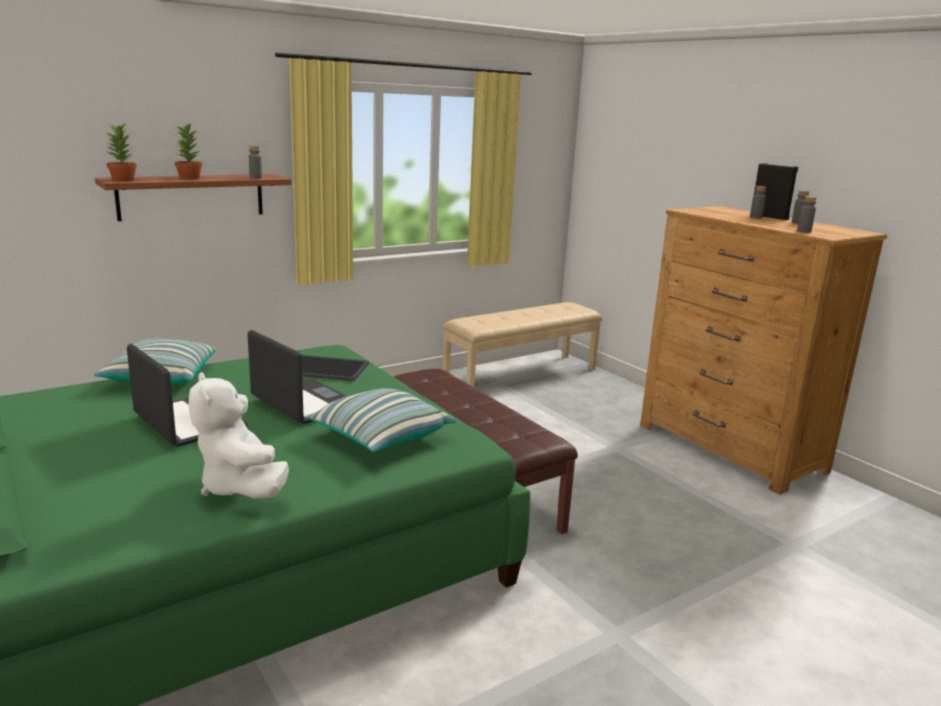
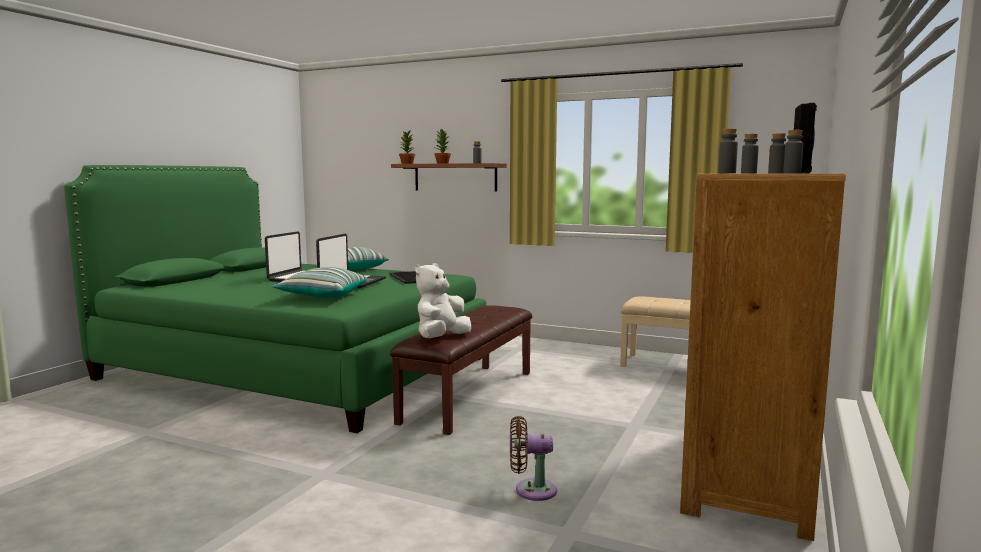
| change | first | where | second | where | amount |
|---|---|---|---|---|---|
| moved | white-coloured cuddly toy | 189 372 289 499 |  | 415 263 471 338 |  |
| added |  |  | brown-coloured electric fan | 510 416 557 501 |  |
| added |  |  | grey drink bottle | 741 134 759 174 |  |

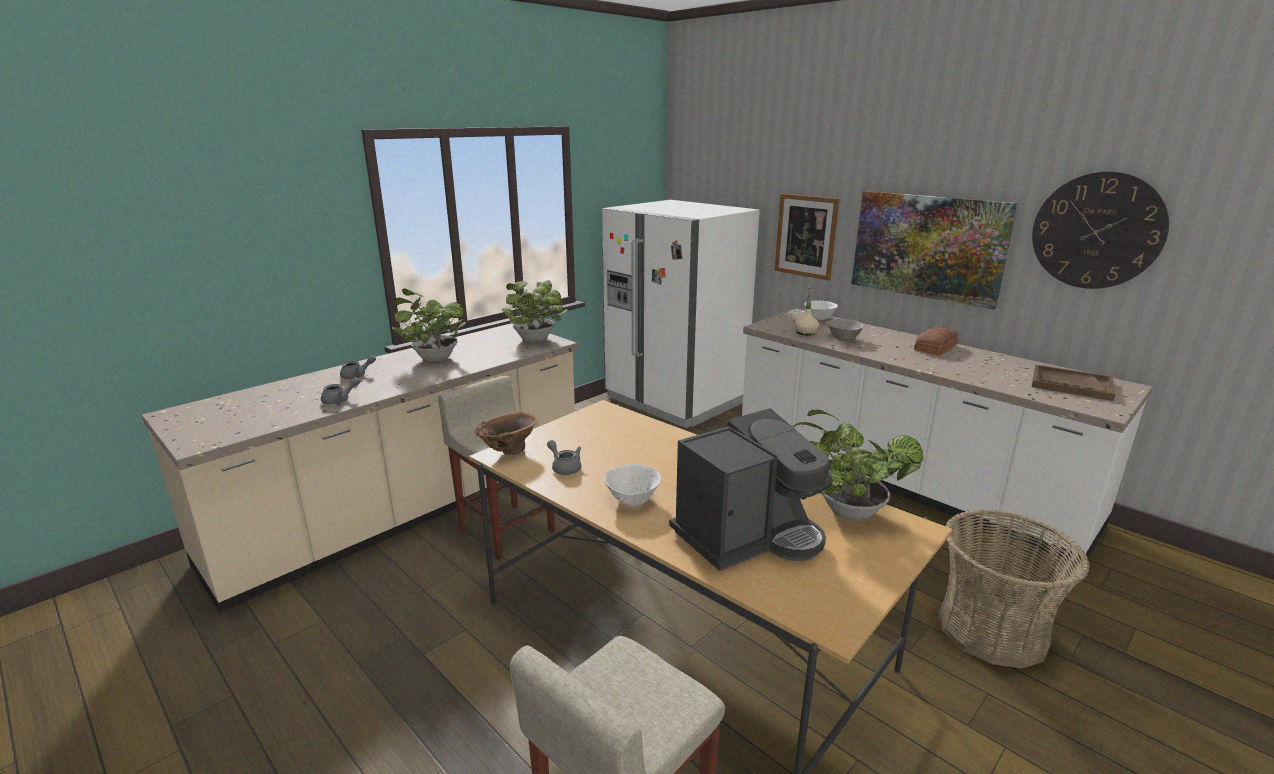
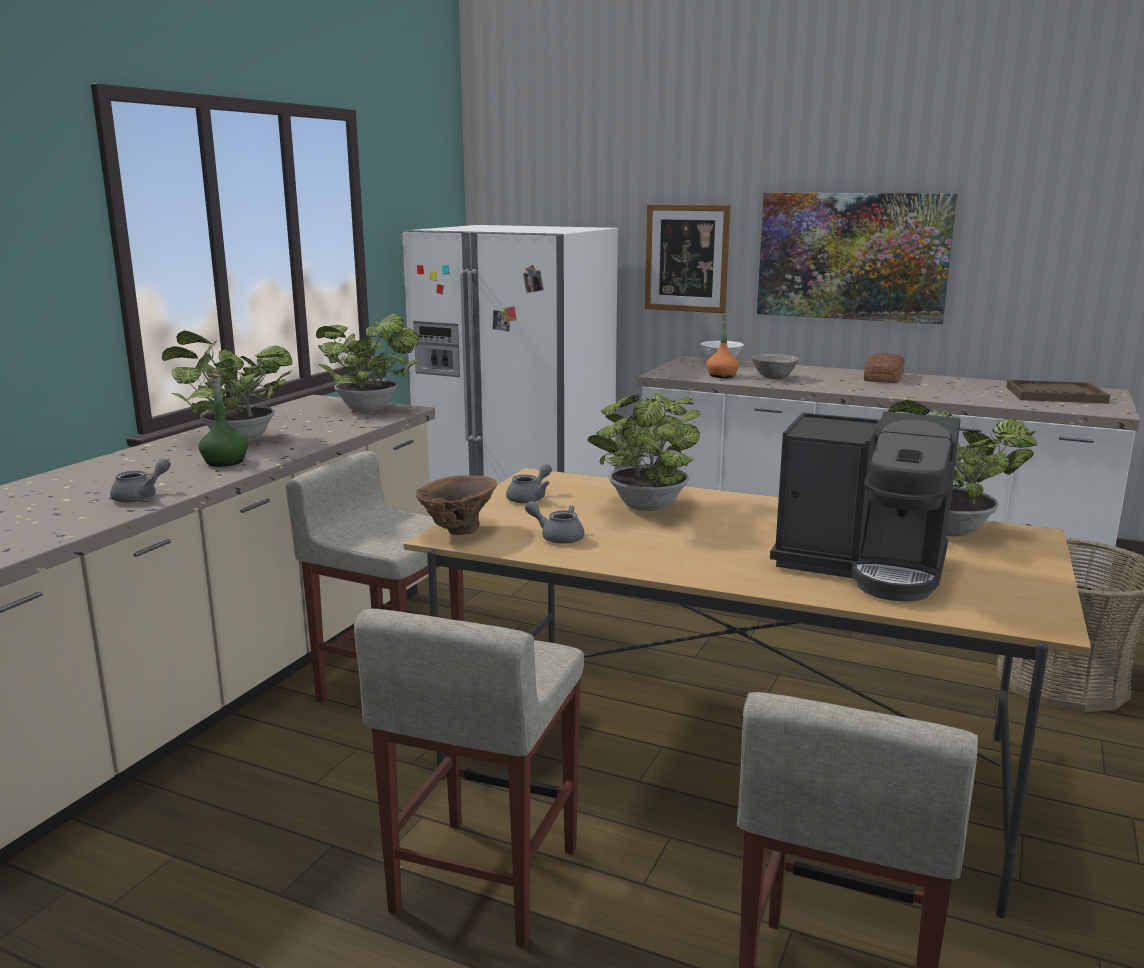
| change | first | where | second | where | amount |
|---|---|---|---|---|---|
| moved | grey pot for tea | 340 355 376 379 |  | 506 464 552 503 |  |
| removed | white-coloured serving bowl | 604 464 661 506 |  |  |  |
| turned | coffee maker | 669 408 832 571 |  | 770 411 961 602 | 75 degrees clockwise |
| recoloured | sand-coloured drink bottle | 794 287 819 335 | orange drink bottle | 706 314 739 378 |  |
| removed | clock on the wall | 1032 171 1169 289 |  |  |  |
| added |  |  | green-coloured drink bottle | 199 374 248 467 |  |
| added |  |  | sand-coloured sitting stool | 354 609 584 947 |  |
| added |  |  | houseplant | 588 393 700 511 |  |

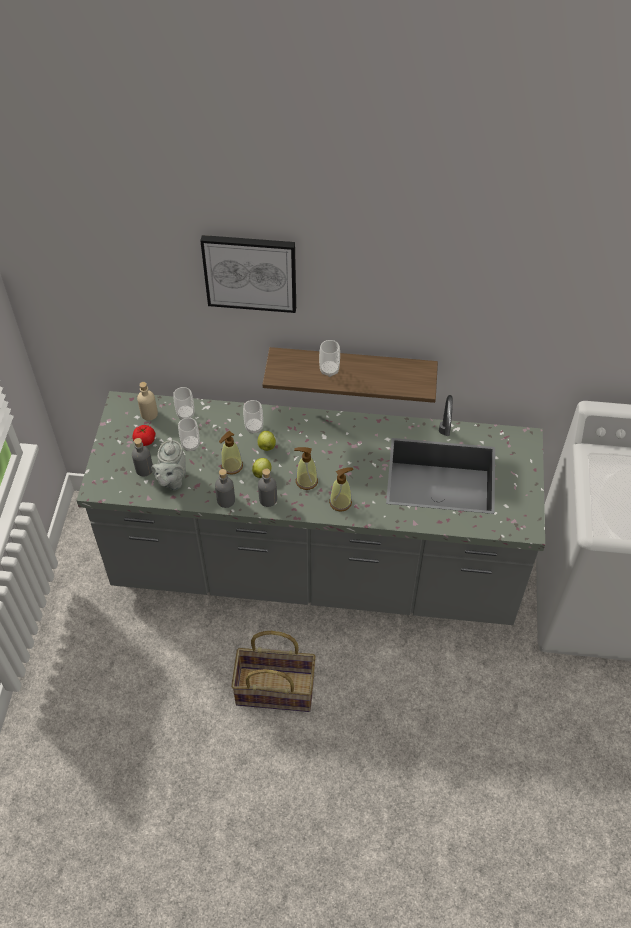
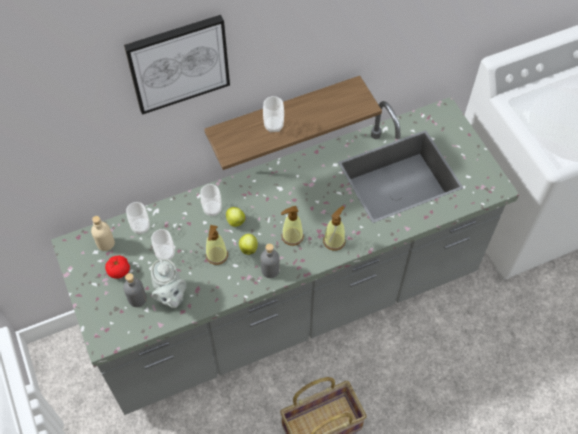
| change | first | where | second | where | amount |
|---|---|---|---|---|---|
| removed | grey drink bottle | 215 469 235 508 |  |  |  |

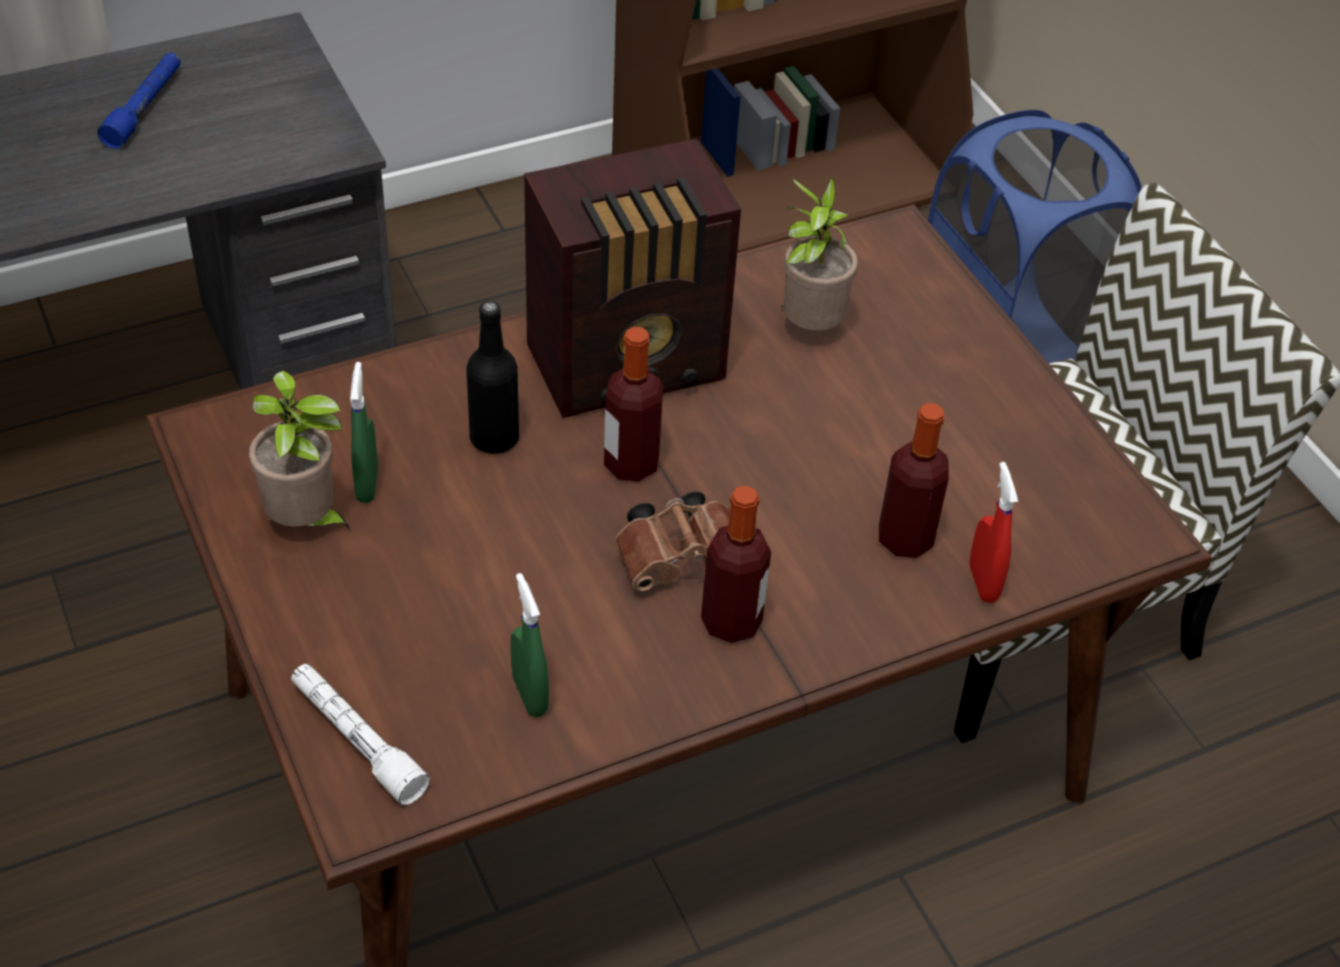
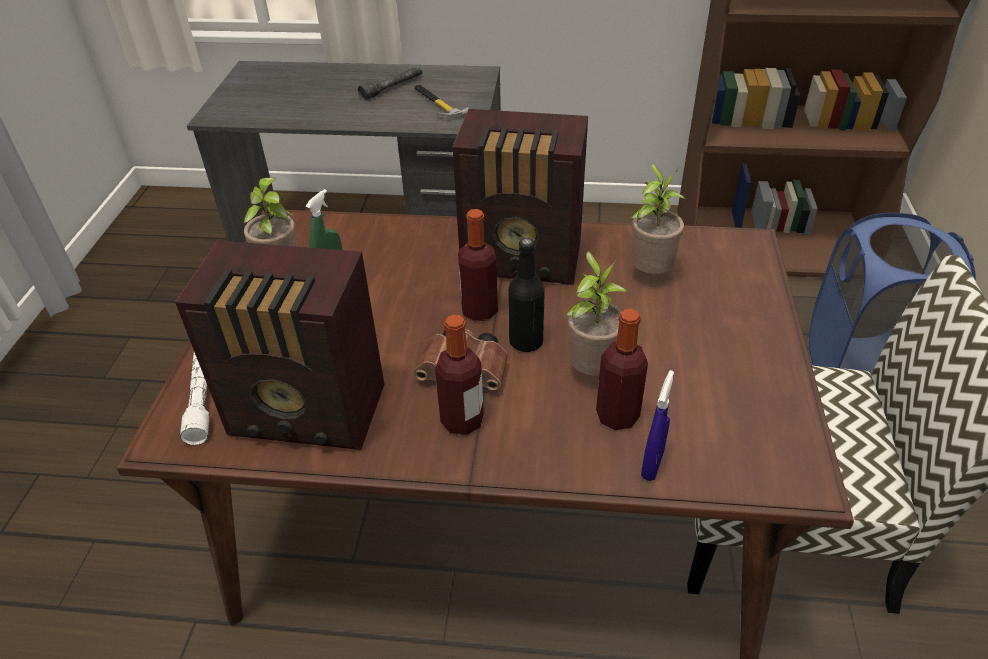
| change | first | where | second | where | amount |
|---|---|---|---|---|---|
| recoloured | blue-coloured hand torch | 97 53 181 149 | grey hand torch | 358 66 422 101 |  |
| moved | blackish drink bottle | 466 301 519 454 |  | 508 238 545 352 |  |
| replaced | green-coloured hand sprayer | 510 573 549 717 | radio set | 175 241 385 450 |  |
| recoloured | reddish hand sprayer | 969 462 1018 603 | blue-coloured hand sprayer | 641 370 674 481 |  |
| added |  |  | hand hammer | 414 84 470 120 |  |
| added |  |  | houseplant | 566 252 627 376 |  |

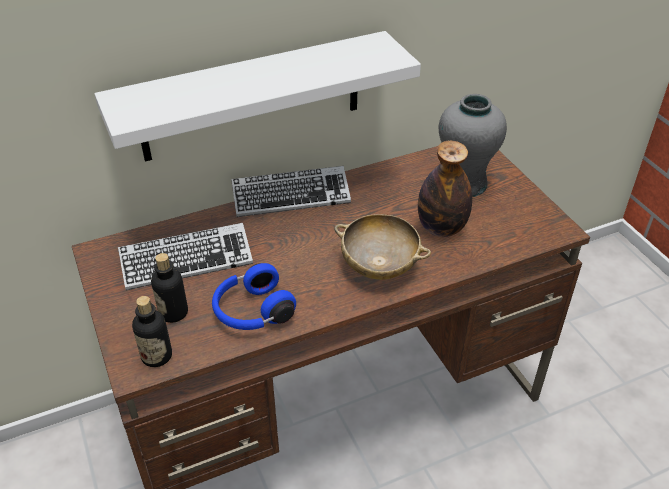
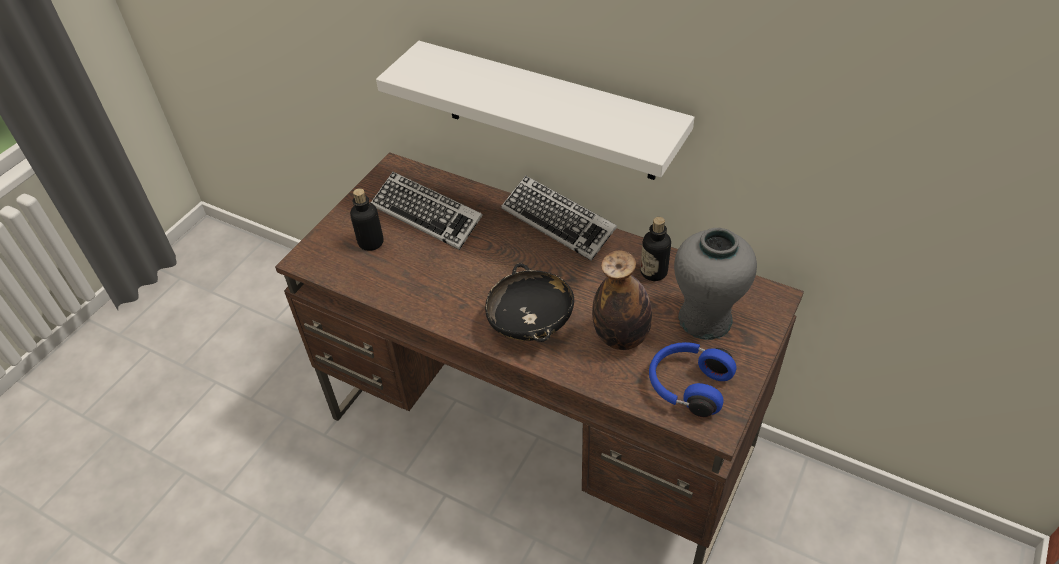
| change | first | where | second | where | amount |
|---|---|---|---|---|---|
| moved | drink bottle | 132 296 172 367 |  | 640 217 671 281 |  |
| moved | blue-coloured headphones | 212 263 296 330 |  | 649 342 736 417 |  |
| recoloured | sand-coloured serving bowl | 334 214 431 280 | blackish serving bowl | 485 263 574 342 |  |

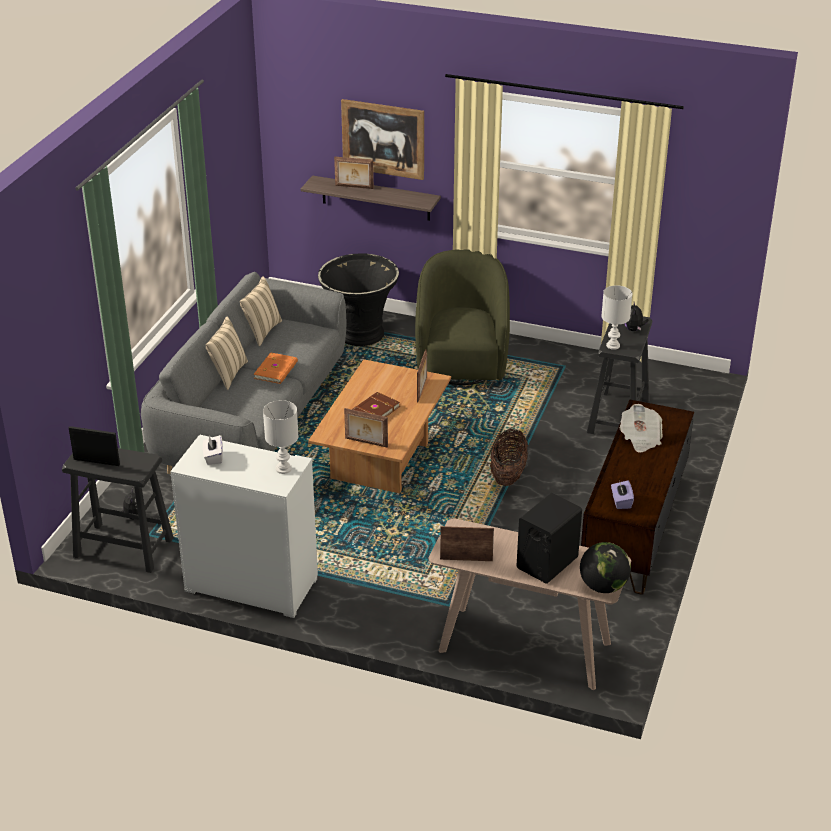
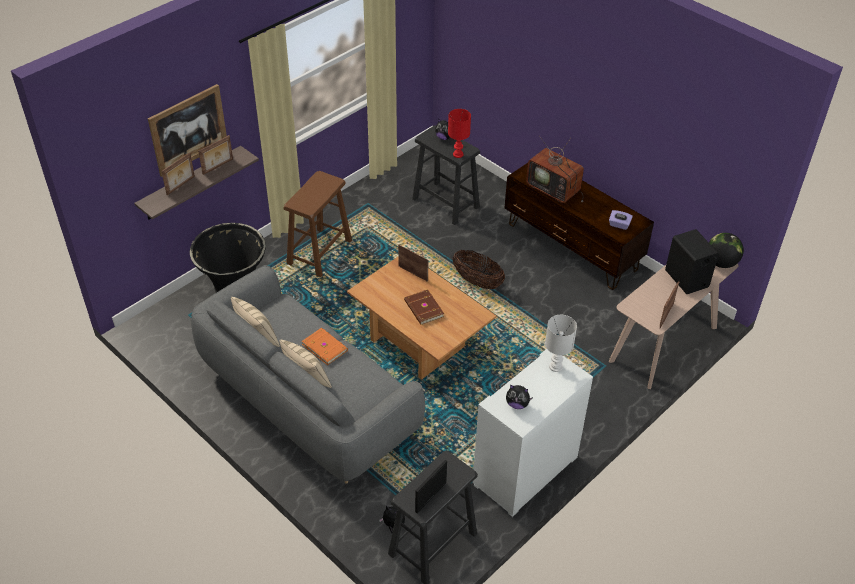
| change | first | where | second | where | amount |
|---|---|---|---|---|---|
| replaced | white-coloured tissue box | 203 435 223 465 | cuddly toy | 506 385 533 409 |  |
| moved | photo frame | 344 408 388 448 |  | 198 135 233 175 |  |
| replaced | green-coloured easy chair | 415 249 510 385 | brown-coloured sitting stool | 283 171 352 277 |  |
| recoloured | white-coloured lamp for a table | 601 285 632 350 | reddish lamp for a table | 448 109 471 158 |  |
| replaced | newspaper | 620 404 663 453 | TV | 526 136 584 203 |  |

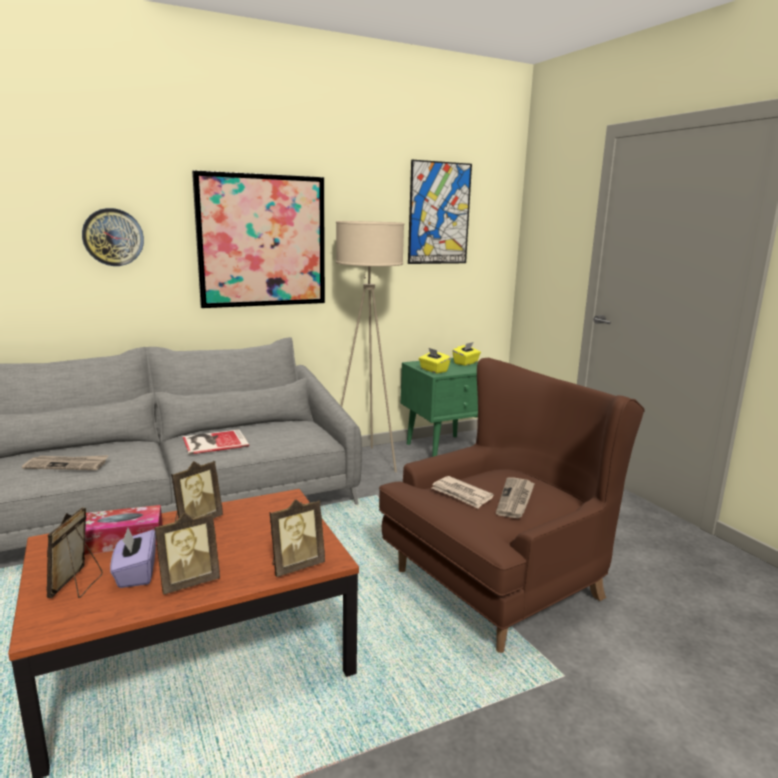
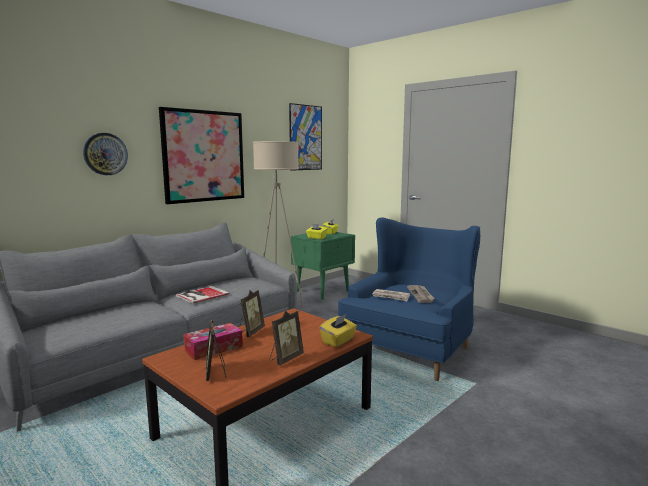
| change | first | where | second | where | amount |
|---|---|---|---|---|---|
| removed | newspaper | 22 455 109 470 |  |  |  |
| removed | purplish tissue box | 110 528 156 588 |  |  |  |
| replaced | photo frame | 270 499 325 577 | yellowish tissue box | 320 314 357 347 |  |
| recoloured | brown-coloured easy chair | 379 358 645 653 | blue-coloured easy chair | 338 217 480 381 |  |

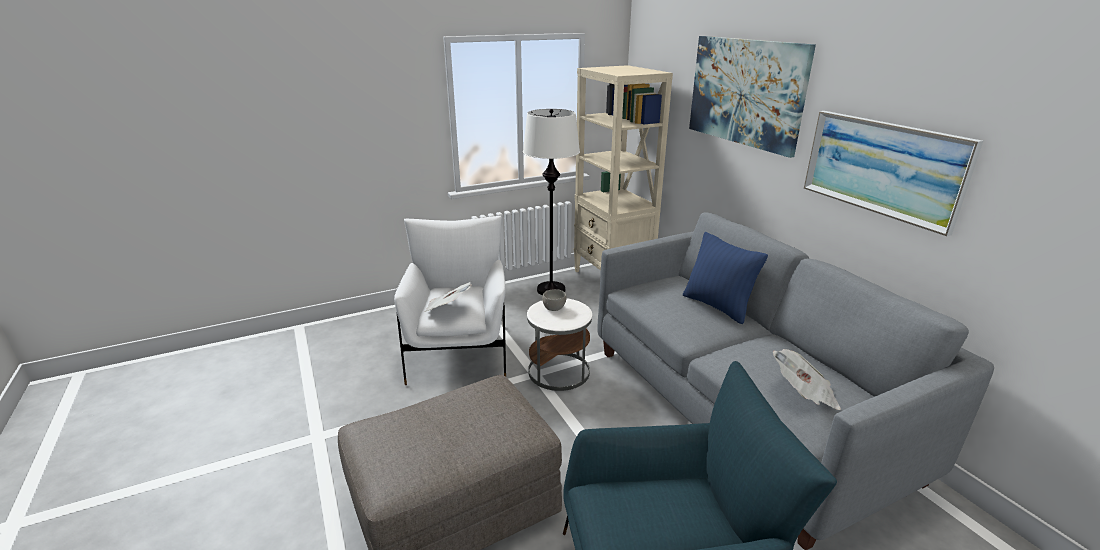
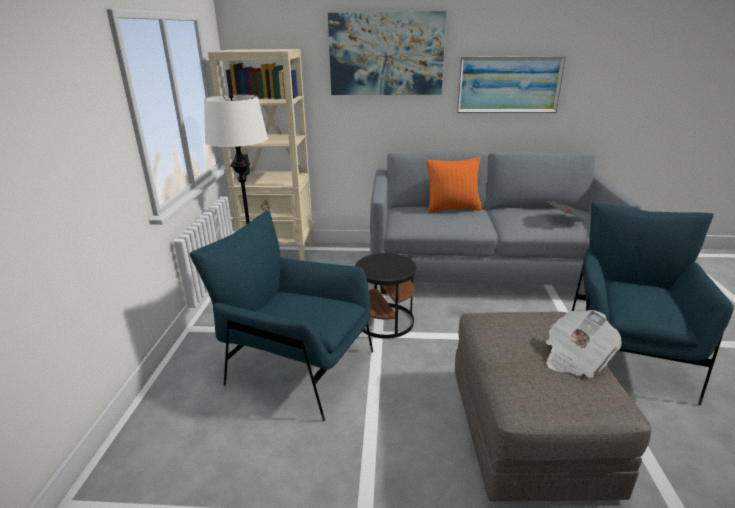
| change | first | where | second | where | amount |
|---|---|---|---|---|---|
| recoloured | white-coloured easy chair | 394 216 506 385 | blue-coloured easy chair | 189 211 373 421 |  |
| moved | newspaper | 424 282 471 312 |  | 546 310 622 378 |  |
| recoloured | white-coloured accent table | 527 299 592 391 | blackish accent table | 355 253 416 339 |  |
| removed | grey serving bowl | 542 289 567 311 |  |  |  |
| recoloured | blue-coloured cushion | 683 232 768 324 | orange cushion | 426 157 482 213 |  |

